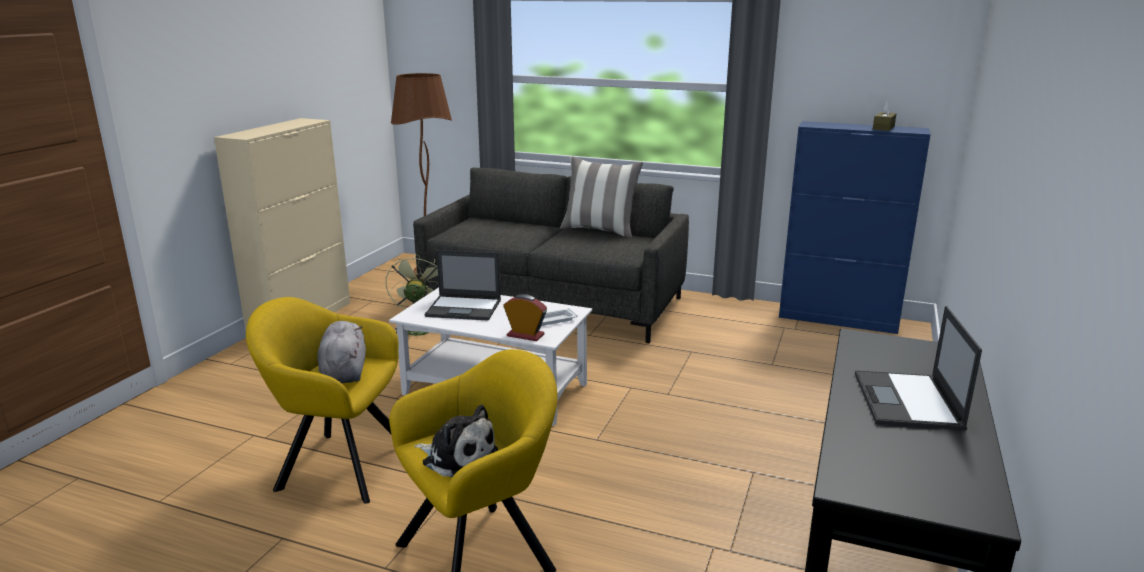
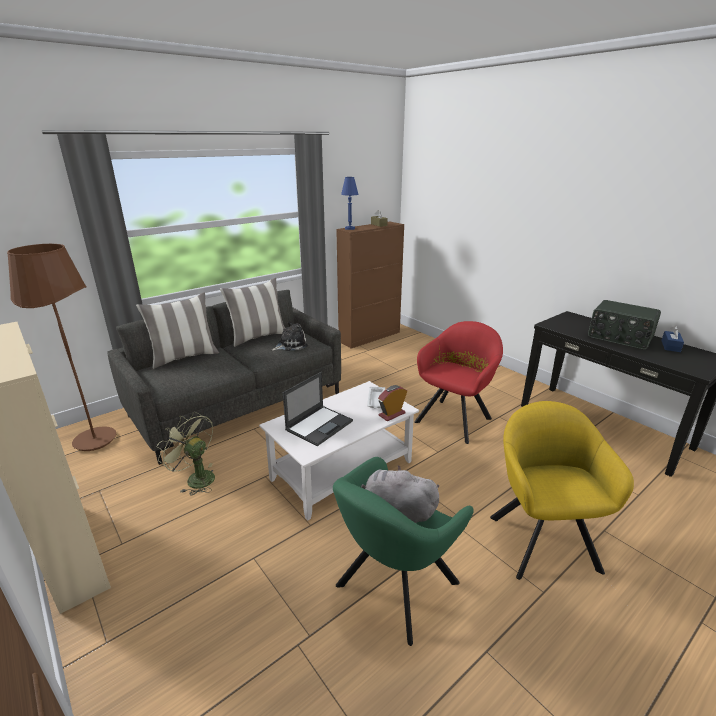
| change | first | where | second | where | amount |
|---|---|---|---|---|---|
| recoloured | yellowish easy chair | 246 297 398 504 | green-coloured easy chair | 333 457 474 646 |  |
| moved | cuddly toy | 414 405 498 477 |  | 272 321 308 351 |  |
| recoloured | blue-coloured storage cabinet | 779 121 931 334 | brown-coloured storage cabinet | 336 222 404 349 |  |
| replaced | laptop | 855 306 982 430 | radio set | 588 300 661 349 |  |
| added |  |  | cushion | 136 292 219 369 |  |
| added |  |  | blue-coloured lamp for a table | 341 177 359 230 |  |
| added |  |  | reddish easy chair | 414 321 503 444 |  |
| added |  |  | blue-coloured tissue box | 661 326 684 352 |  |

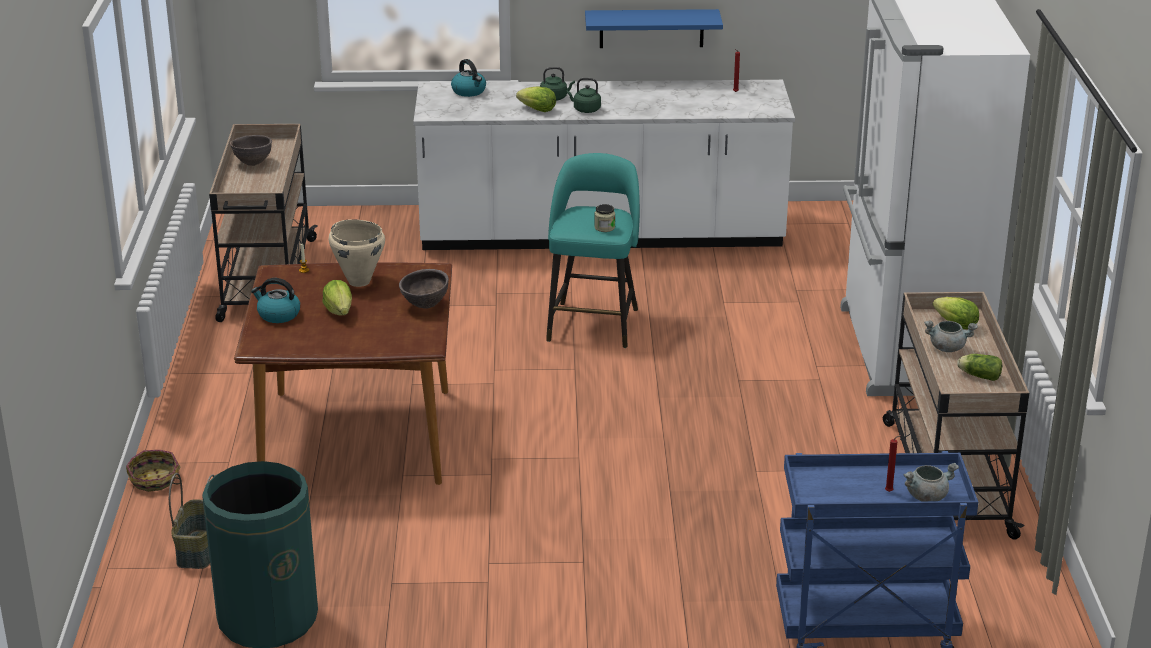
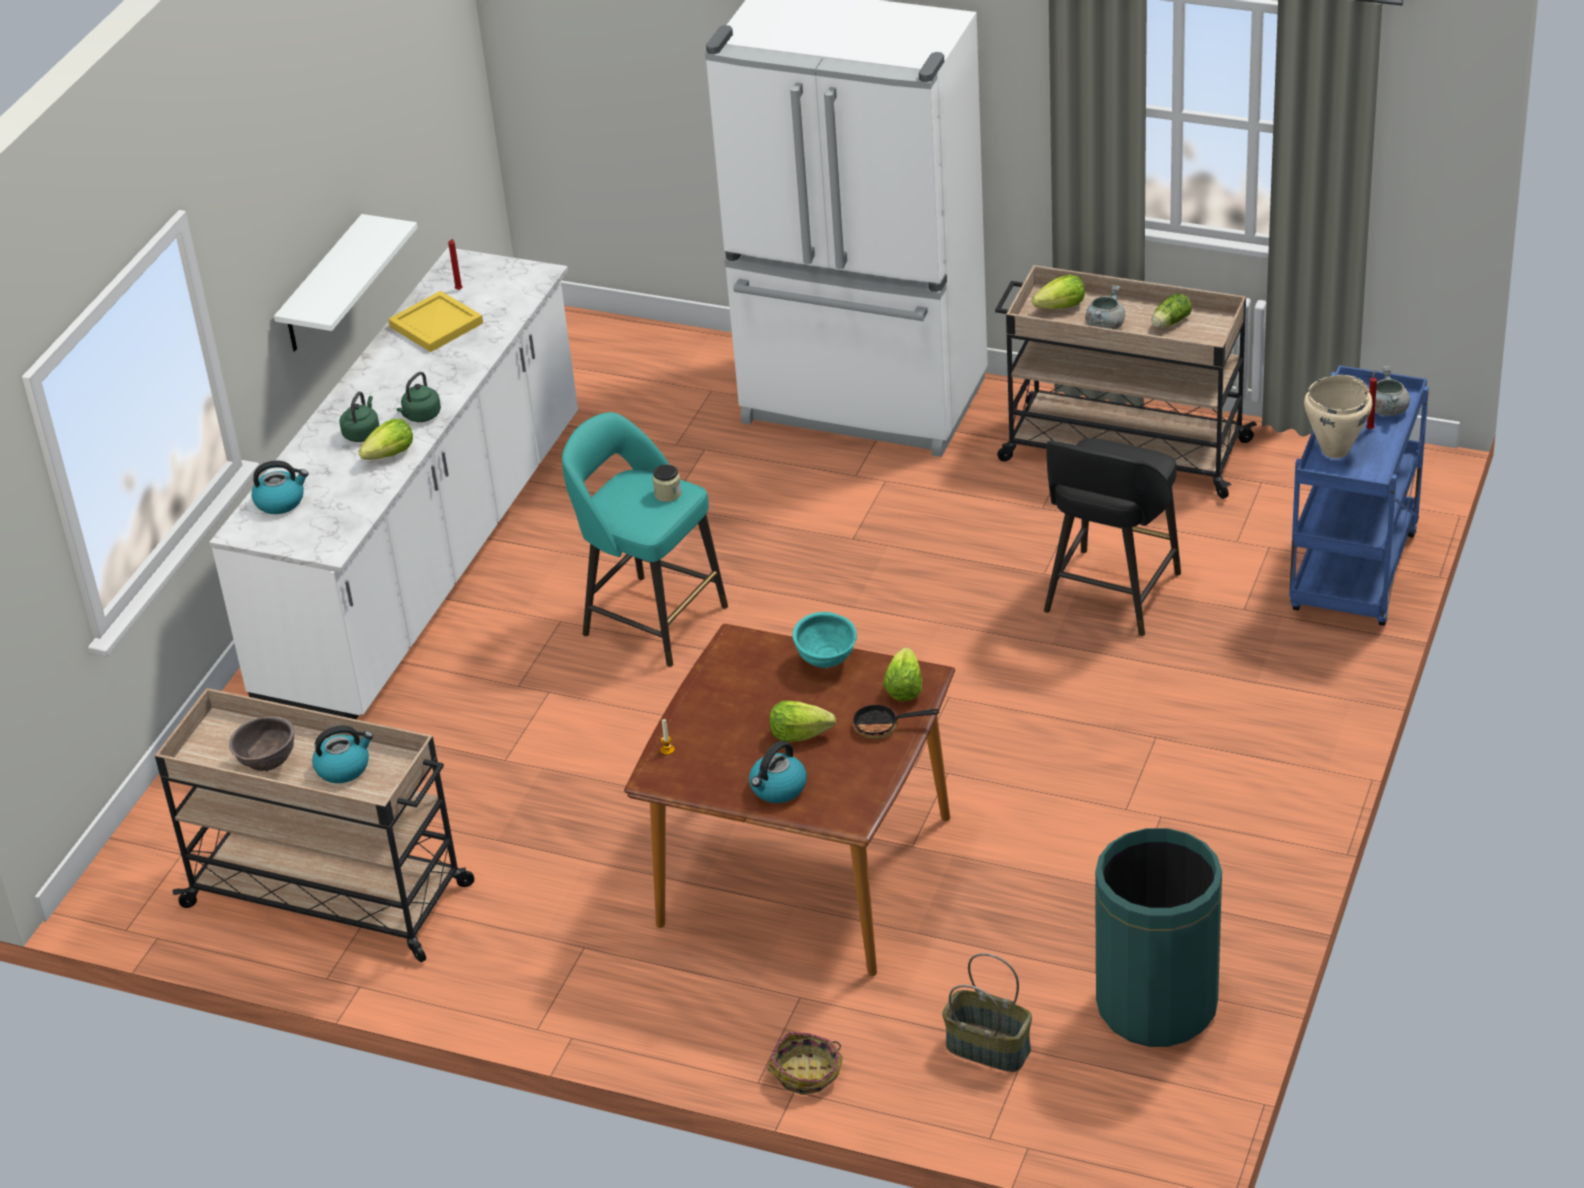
| change | first | where | second | where | amount |
|---|---|---|---|---|---|
| moved | sand-coloured cooking pot | 329 219 385 287 |  | 1304 375 1372 458 |  |
| recoloured | brown-coloured serving bowl | 399 269 449 309 | turquoise-coloured serving bowl | 793 612 857 668 |  |
| recoloured | blue-coloured wall shelf | 585 9 723 48 | white-coloured wall shelf | 274 214 418 351 |  |
| added |  |  | tea kettle | 312 725 373 783 |  |
| added |  |  | yellowish serving tray | 388 291 483 352 |  |
| added |  |  | skillet | 853 703 939 739 |  |
| added |  |  | head of lettuce | 883 648 922 701 |  |
| added |  |  | blackish sitting stool | 1044 438 1181 636 |  |

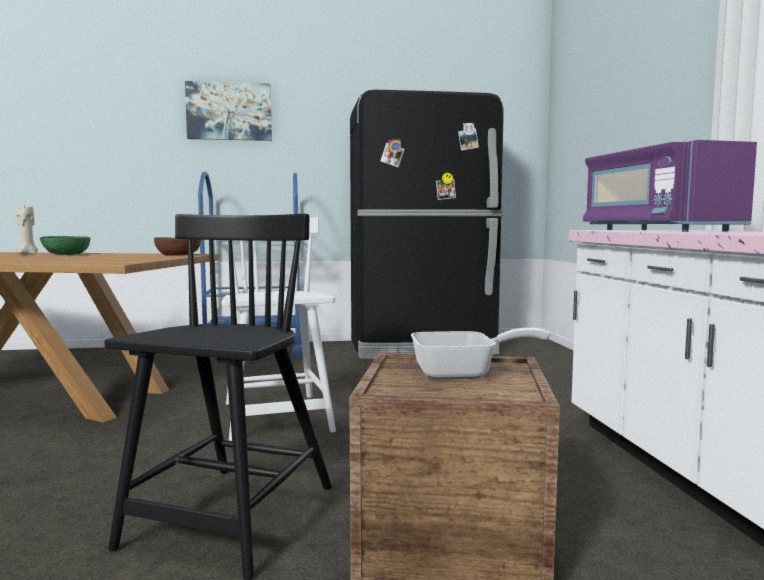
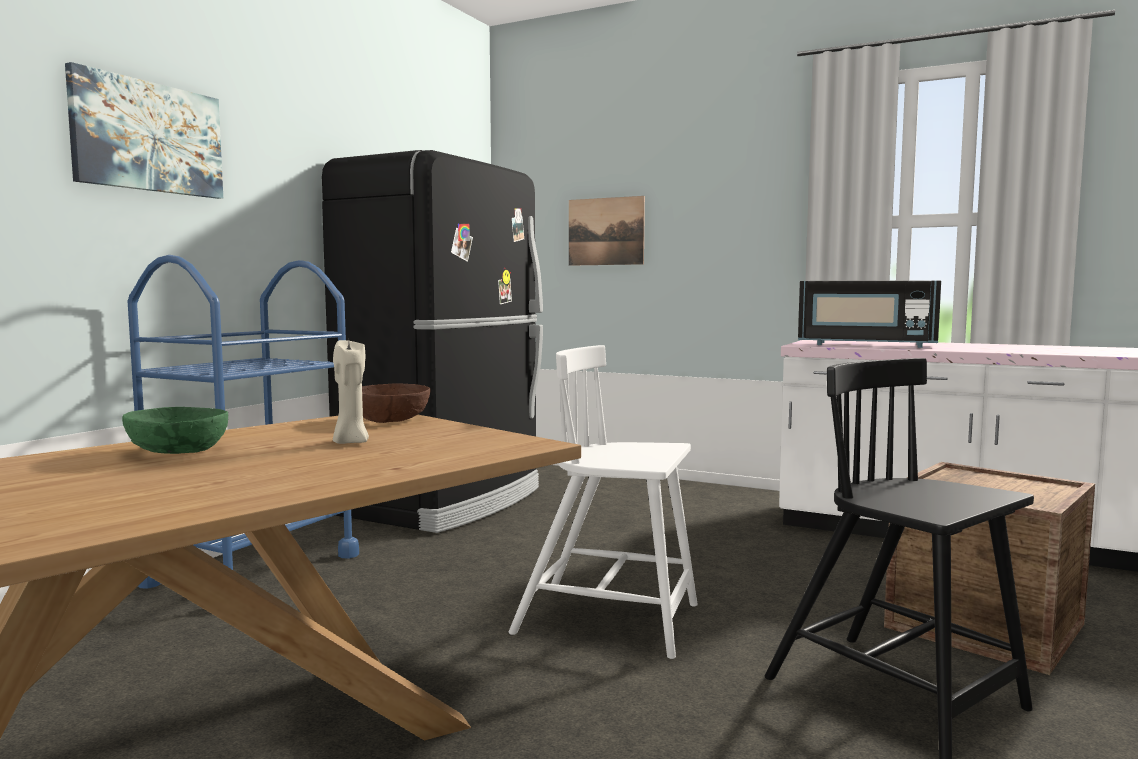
| change | first | where | second | where | amount |
|---|---|---|---|---|---|
| moved | sand-coloured candle | 16 204 38 254 |  | 333 340 369 444 |  |
| removed | skillet | 411 328 550 380 |  |  |  |
| recoloured | purplish microwave oven | 583 140 757 232 | blackish microwave oven | 798 280 941 348 |  |
| added |  |  | wall picture | 569 196 645 266 |  |

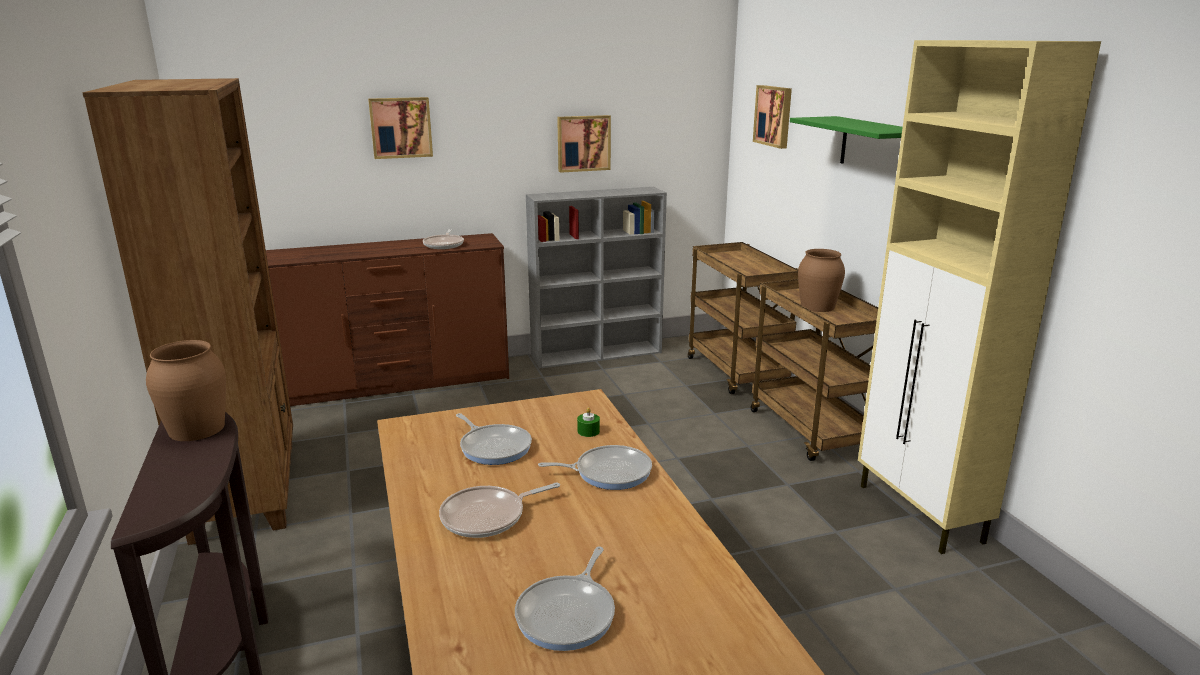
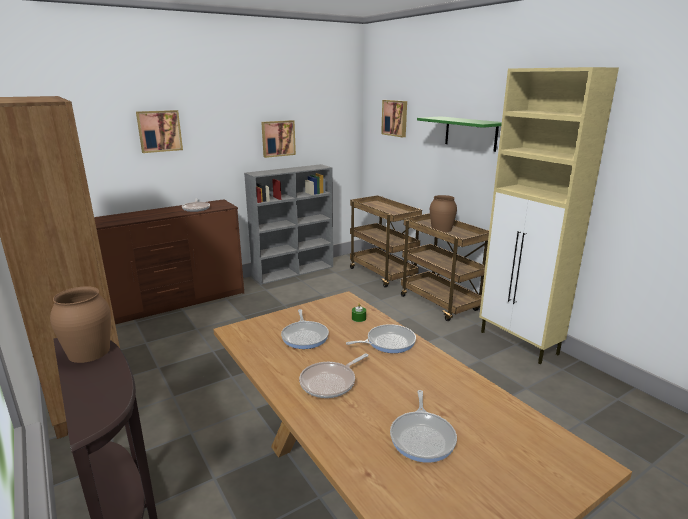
| change | first | where | second | where | amount |
|---|---|---|---|---|---|
| turned | skillet | 456 413 532 465 |  | 281 309 329 349 | 45 degrees clockwise |

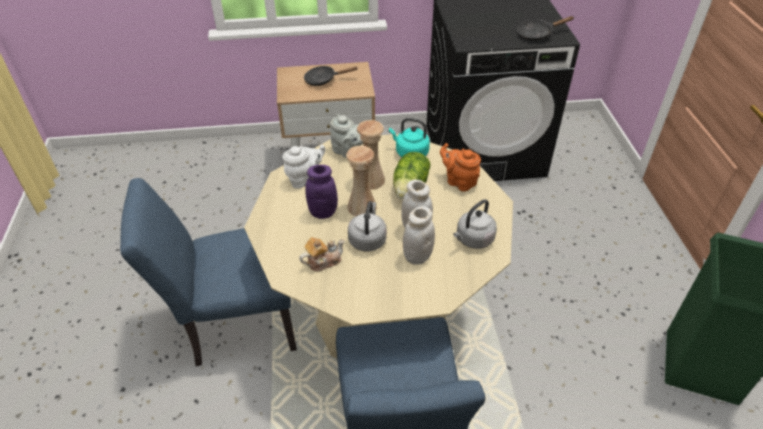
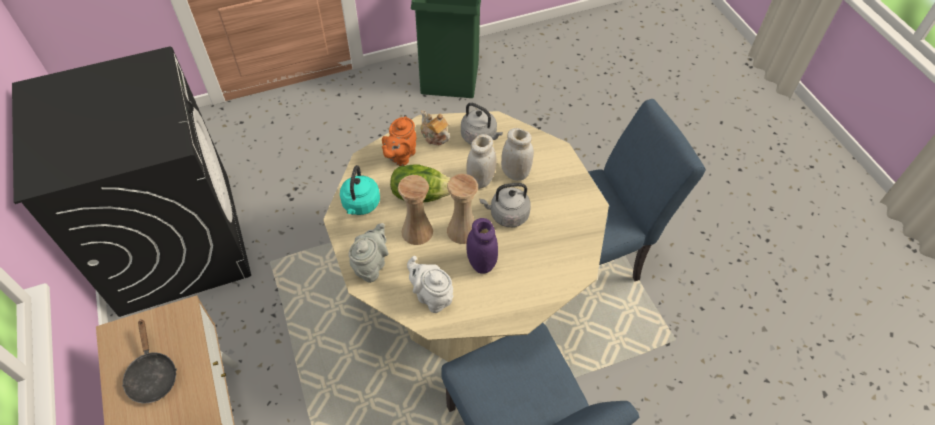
| change | first | where | second | where | amount |
|---|---|---|---|---|---|
| moved | pot for tea | 299 237 345 271 |  | 420 110 450 145 |  |
| removed | blackish skillet | 517 16 574 41 |  |  |  |

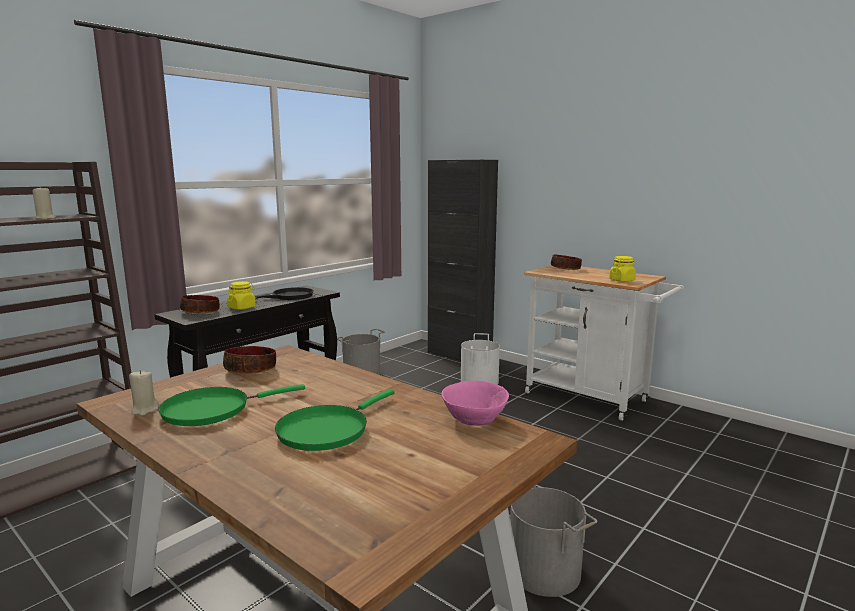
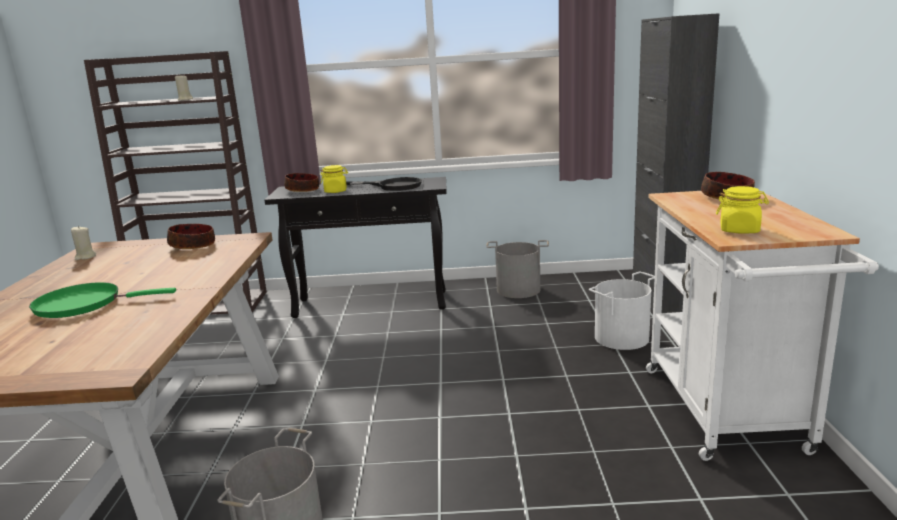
| change | first | where | second | where | amount |
|---|---|---|---|---|---|
| removed | green-coloured skillet | 158 384 305 426 |  |  |  |
| removed | pink-coloured serving bowl | 441 381 509 426 |  |  |  |

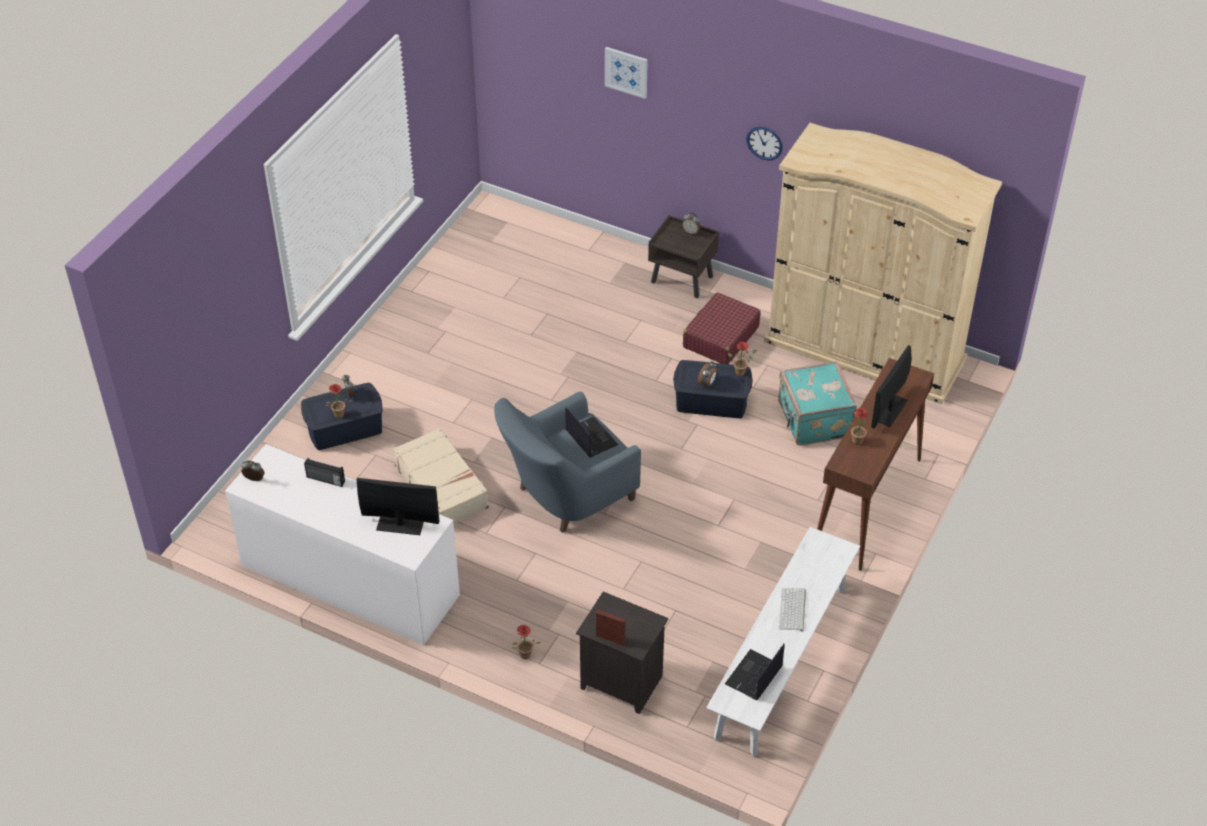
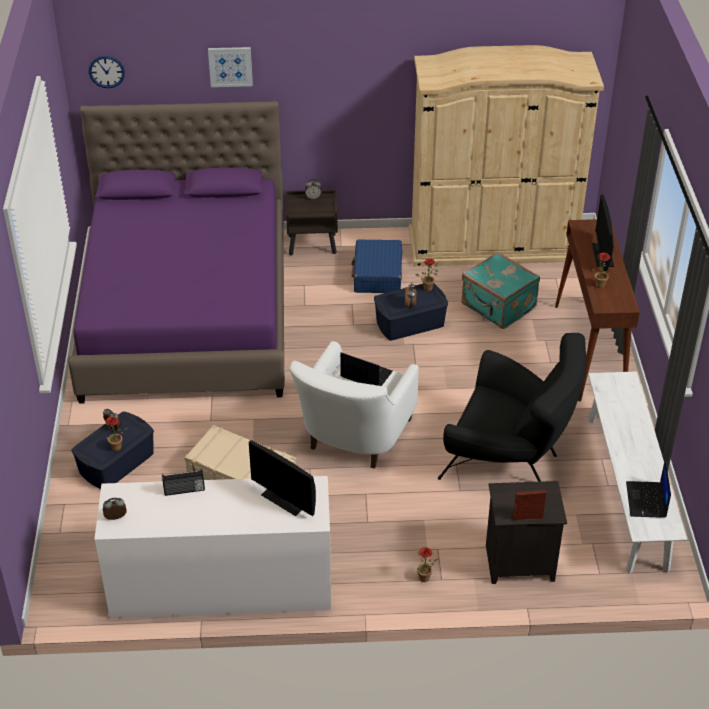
| change | first | where | second | where | amount |
|---|---|---|---|---|---|
| turned | computer screen | 357 478 440 535 |  | 249 440 316 516 | 120 degrees counterclockwise |
| recoloured | blue-coloured easy chair | 494 392 641 533 | white-coloured easy chair | 289 341 419 469 |  |
| recoloured | reddish travel case | 683 292 760 364 | blue-coloured travel case | 351 239 402 293 |  |
| moved | clock on the wall | 746 127 783 160 |  | 89 56 125 88 |  |
| removed | computer keyboard | 779 588 806 632 |  |  |  |
| added |  |  | purplish sleeping bed | 68 101 285 404 |  |
| added |  |  | blackish easy chair | 438 333 586 482 |  |

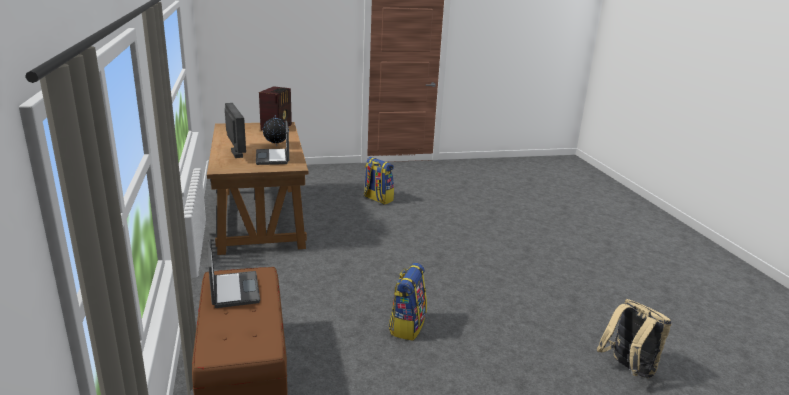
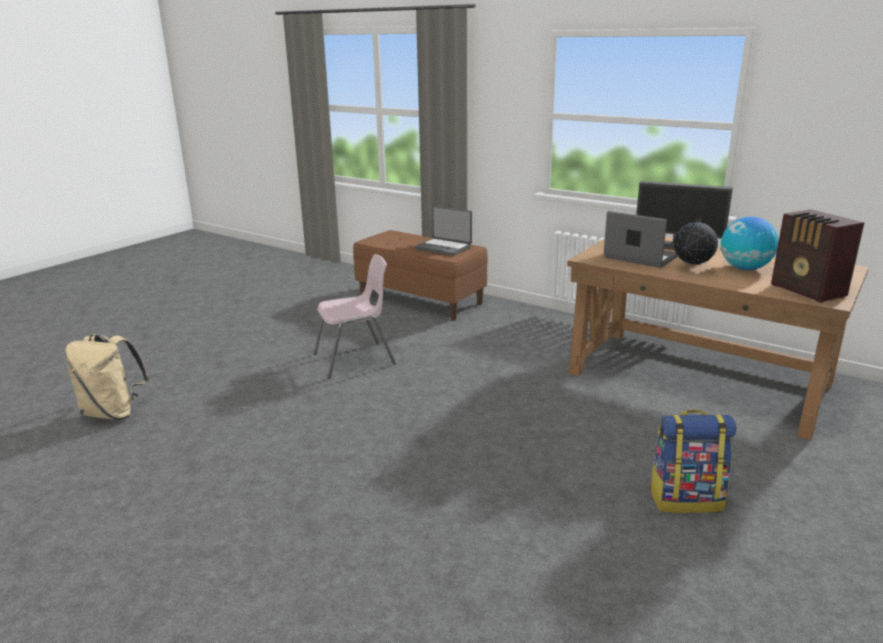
| change | first | where | second | where | amount |
|---|---|---|---|---|---|
| replaced | backpack | 389 263 427 341 | pink-coloured chair | 314 254 396 379 |  |
| added |  |  | desk globe | 720 217 779 270 |  |

